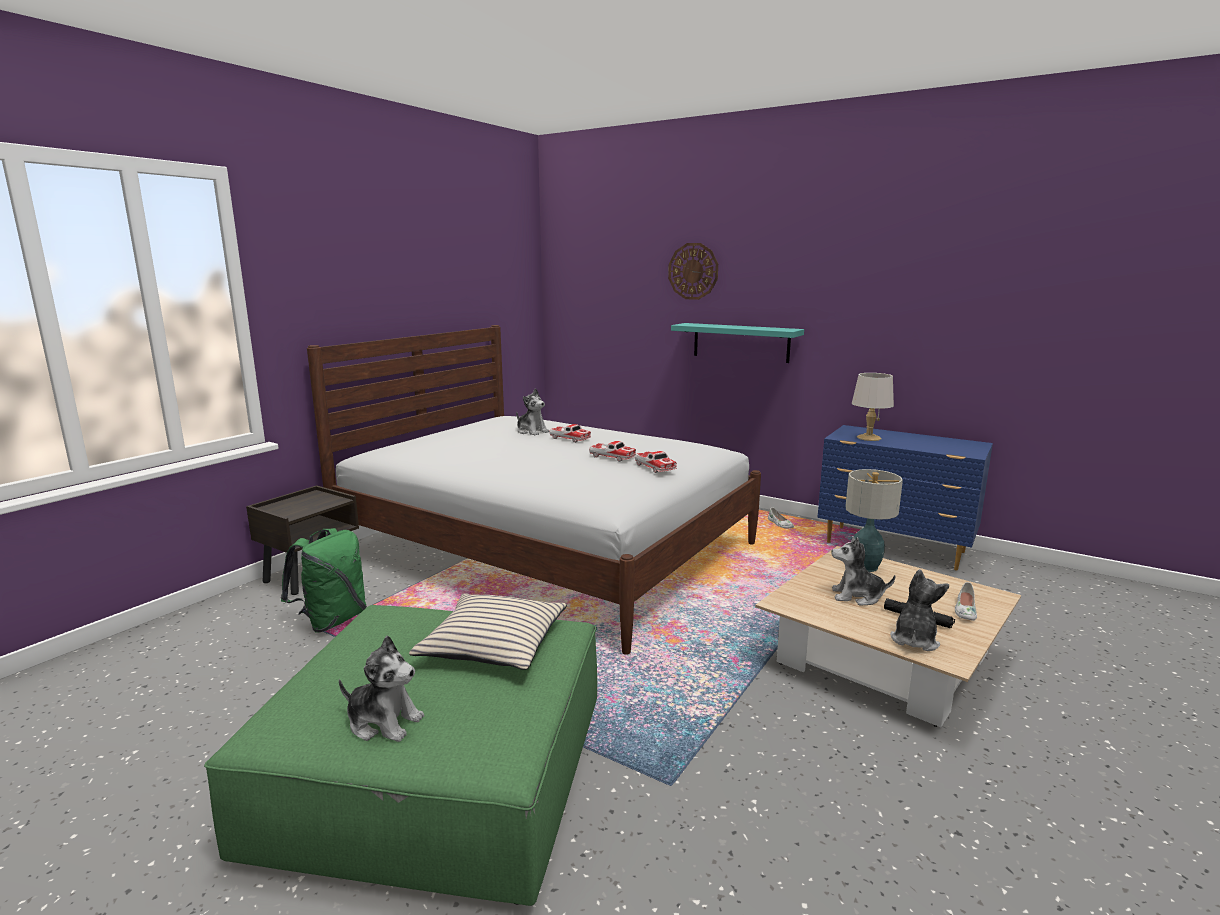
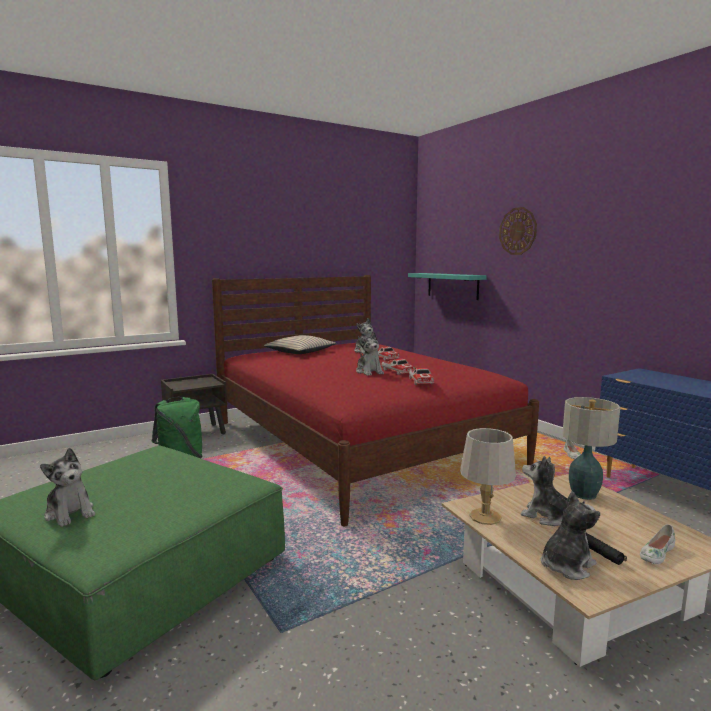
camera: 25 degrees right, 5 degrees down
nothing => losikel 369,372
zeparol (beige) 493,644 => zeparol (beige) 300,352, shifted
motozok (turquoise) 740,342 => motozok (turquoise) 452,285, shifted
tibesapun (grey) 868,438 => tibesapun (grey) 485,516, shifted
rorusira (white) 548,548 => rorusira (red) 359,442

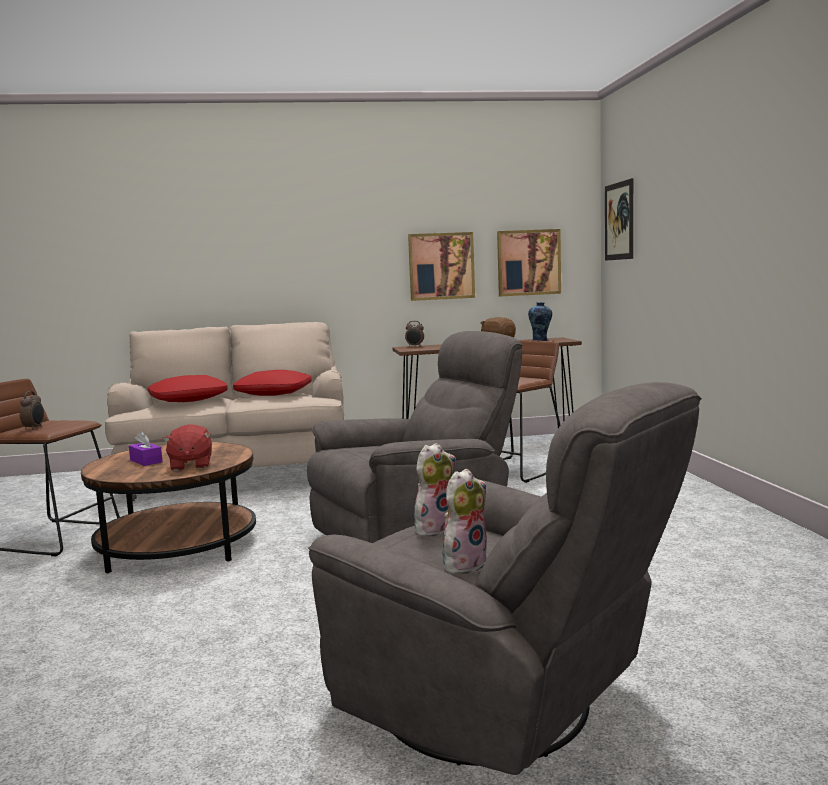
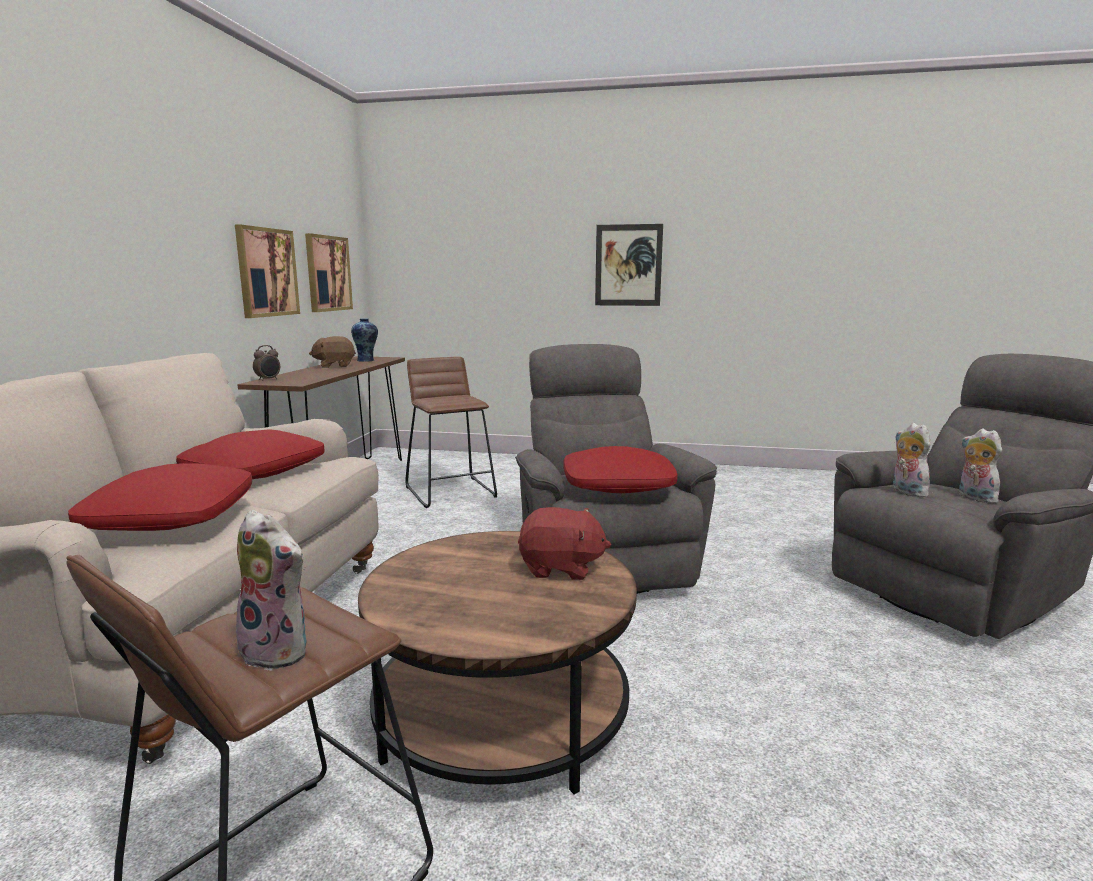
camera: 70 degrees left, 5 degrees up
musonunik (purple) 146,461 => nothing
nothing => zeparol (red) 618,484
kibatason 619,221 => kibatason 628,265, shifted
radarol 34,428 => losikel 280,650

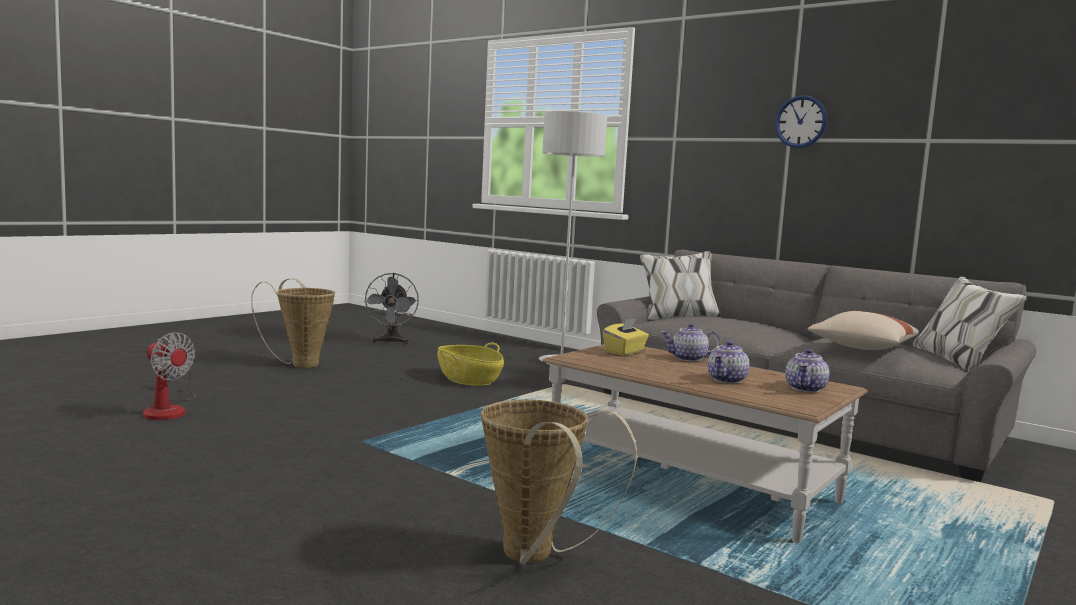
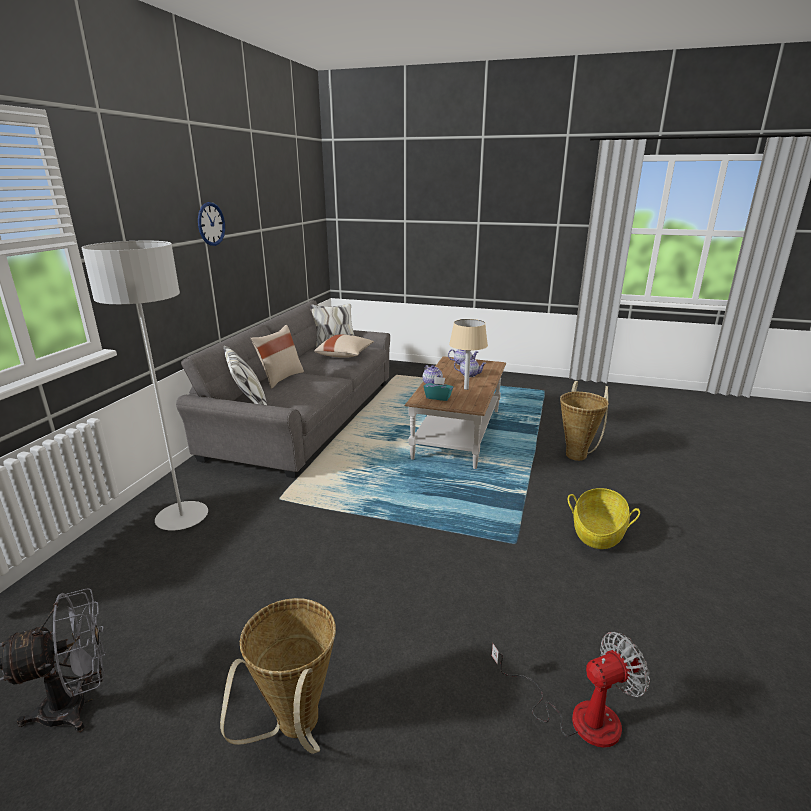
camera: 110 degrees left, 15 degrees up
nothing => zeparol (beige) 280,378
nothing => tibesapun (beige) 466,388
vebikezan 469,379 => vebikezan 598,532, shifted
musonunik (yellow) 625,352 => musonunik (turquoise) 438,397
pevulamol 168,410 => pevulamol 577,715, 60 degrees clockwise

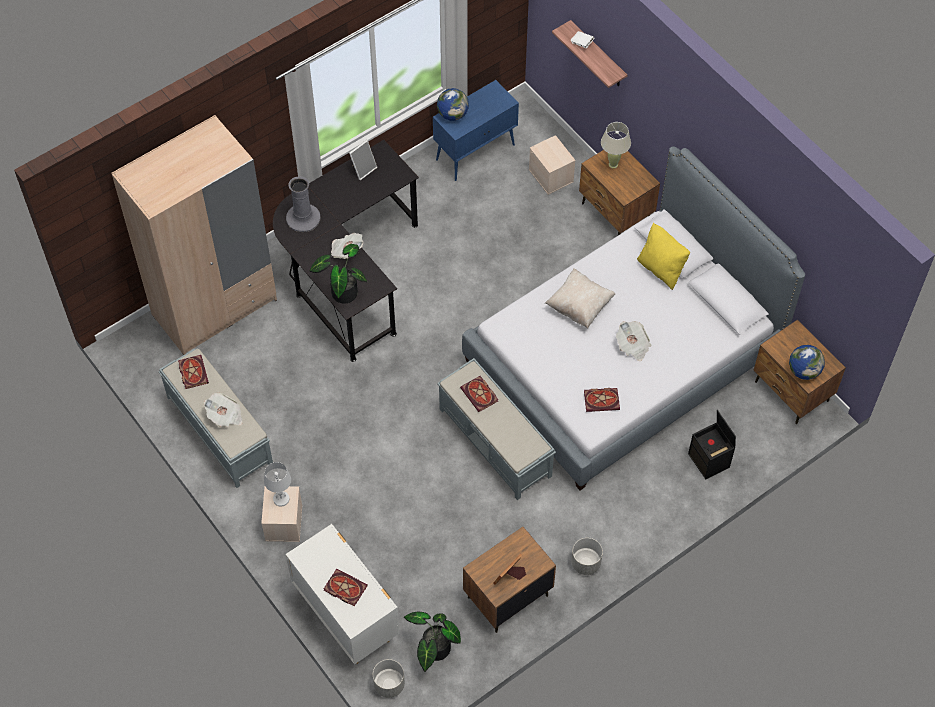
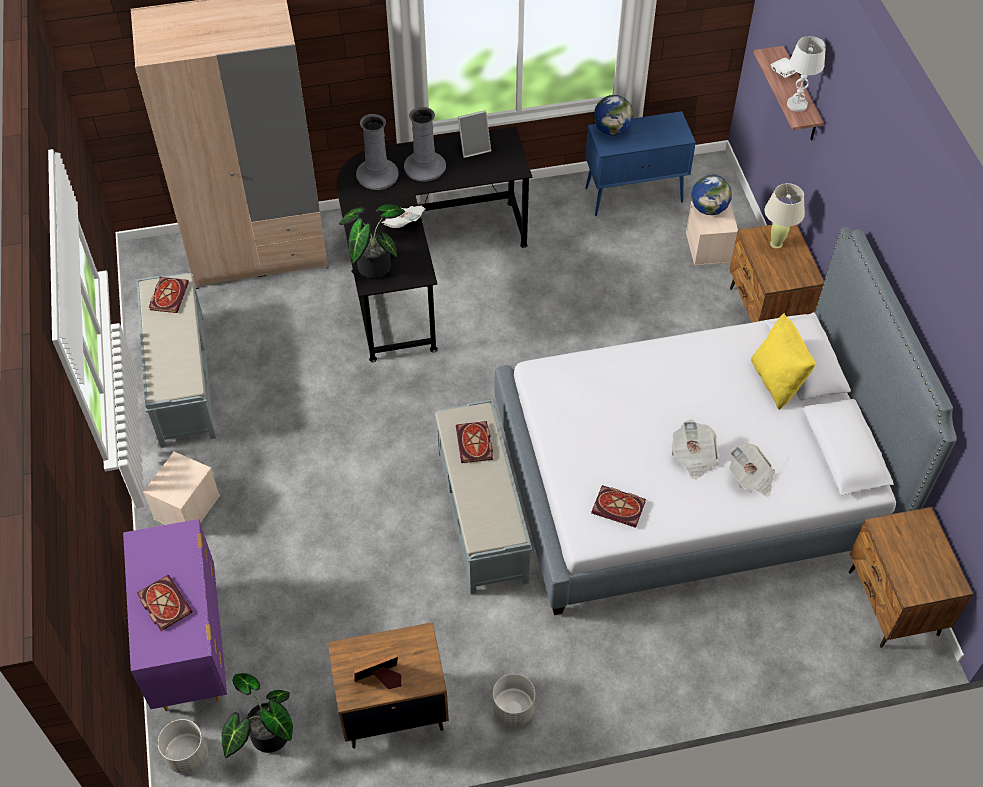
camera: 25 degrees right, 5 degrees down
zeparol (beige) 579,306 => nothing
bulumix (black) 709,461 => nothing
nothing => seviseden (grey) 425,166
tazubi 225,416 => tazubi 750,478, shifted
tibesapun (white) 281,499 => tibesapun (white) 796,104, shifted
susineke 803,371 => susineke 708,209, shifted
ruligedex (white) 346,615 => ruligedex (purple) 189,645

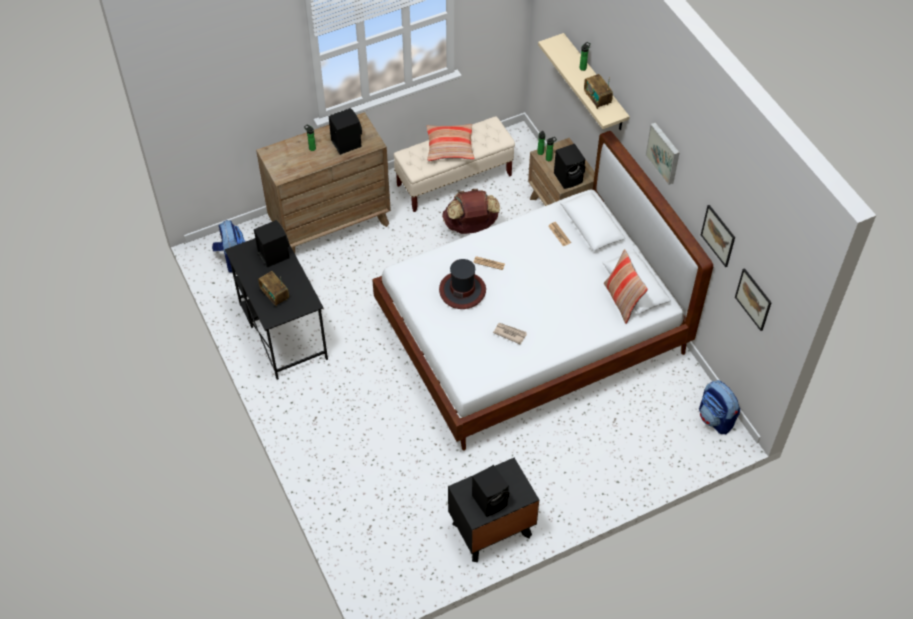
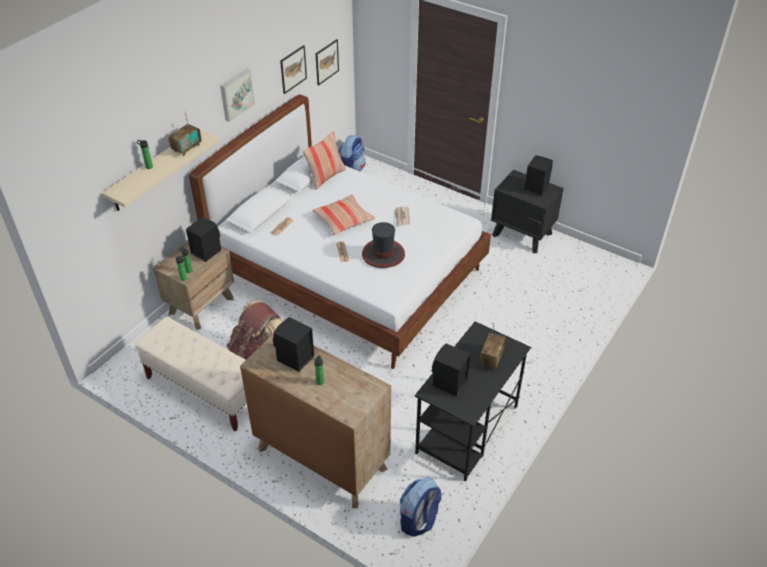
camera: 120 degrees left, 10 degrees down
zeparol 450,147 => zeparol 343,220, shifted

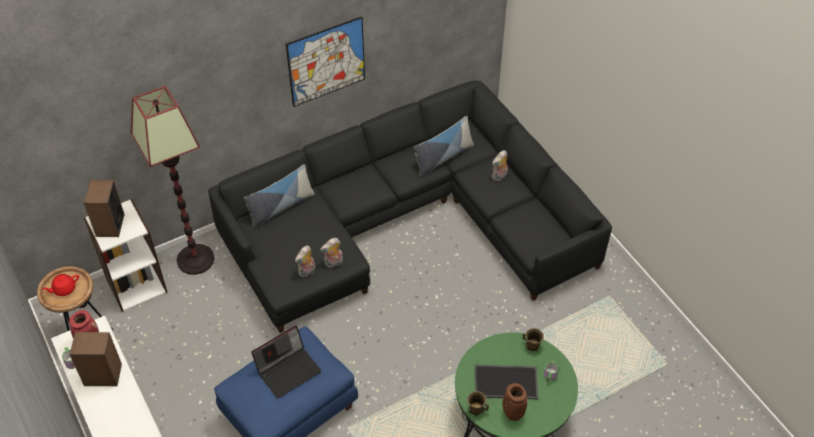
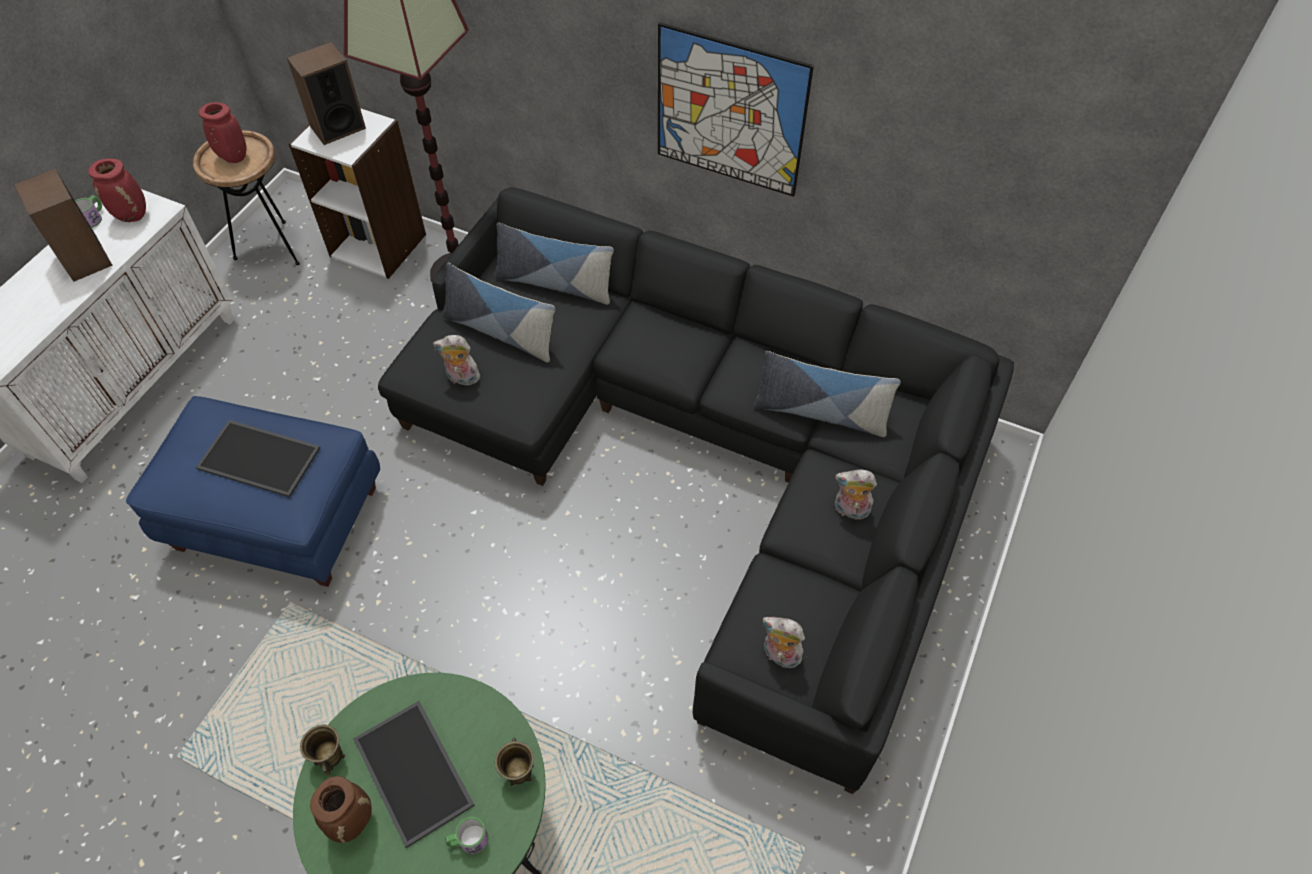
camera: 55 degrees right, 5 degrees up
nothing => zeparol 500,332
losikel 333,263 => losikel 779,656, shifted
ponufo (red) 64,289 => seviseden (red) 232,157
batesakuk 288,370 => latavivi 261,457

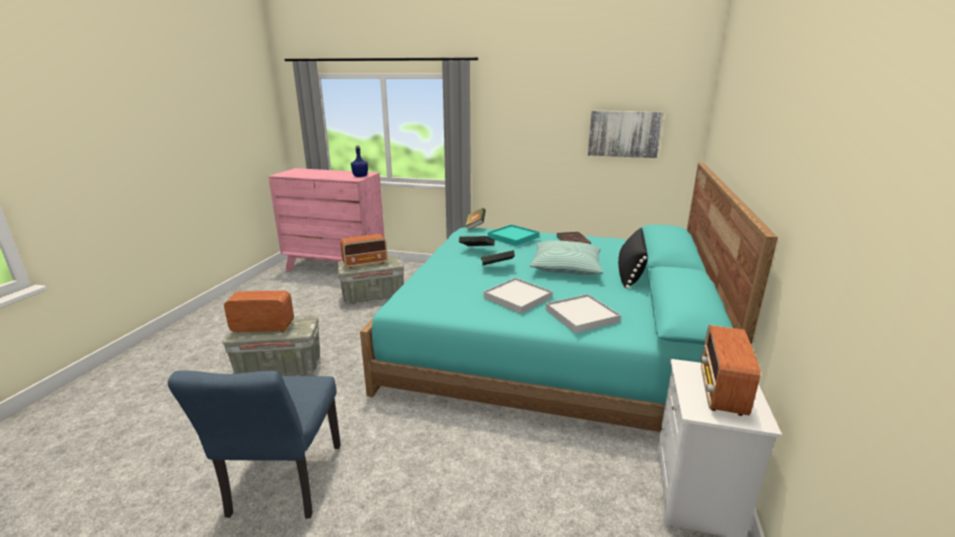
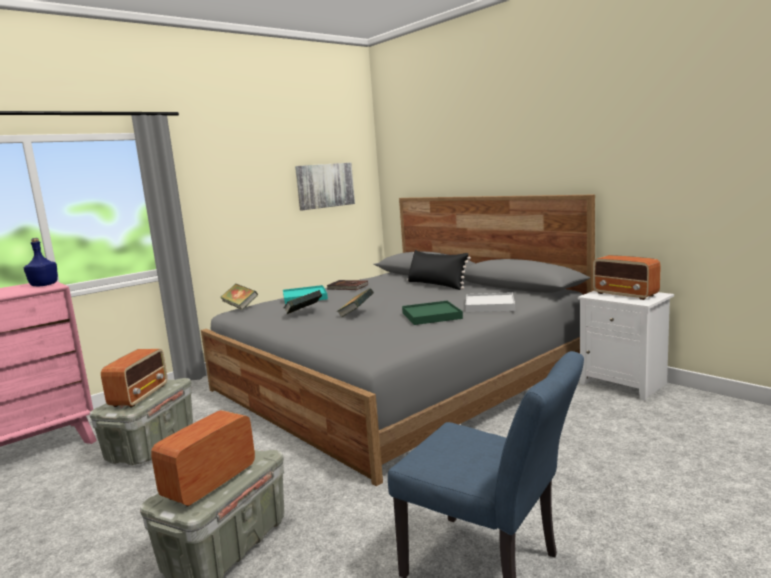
camera: 55 degrees left, 10 degrees down
zeparol 566,267 => nothing
rorusira (turquoise) 550,342 => rorusira (grey) 400,378
latavivi (white) 517,298 => latavivi (green) 431,316

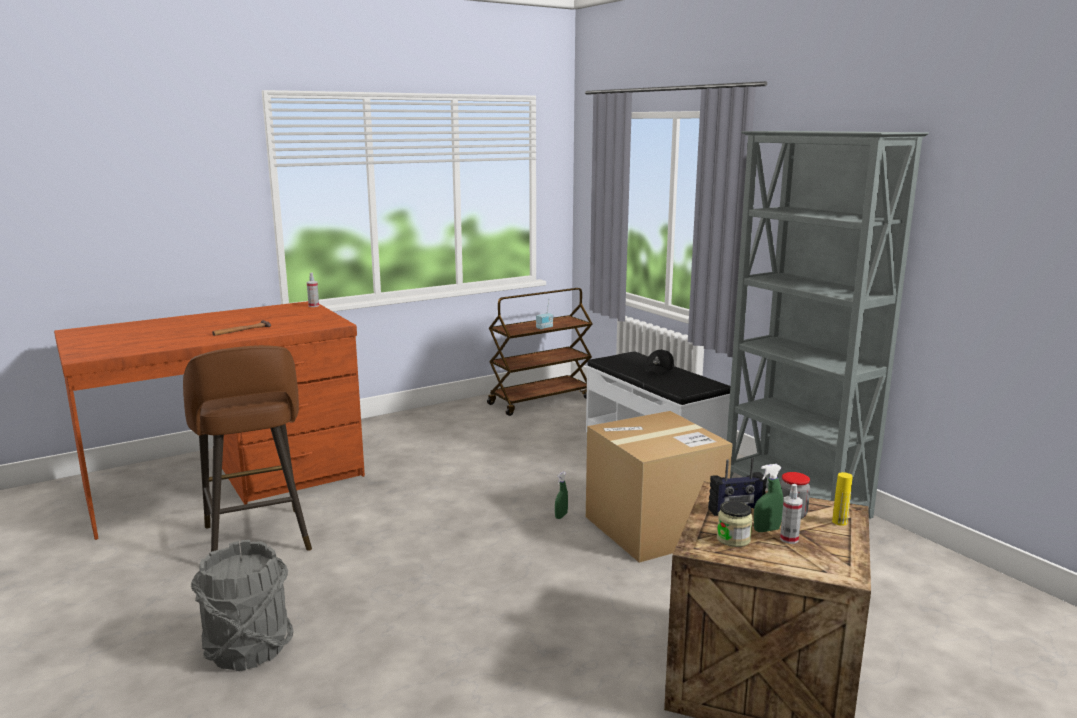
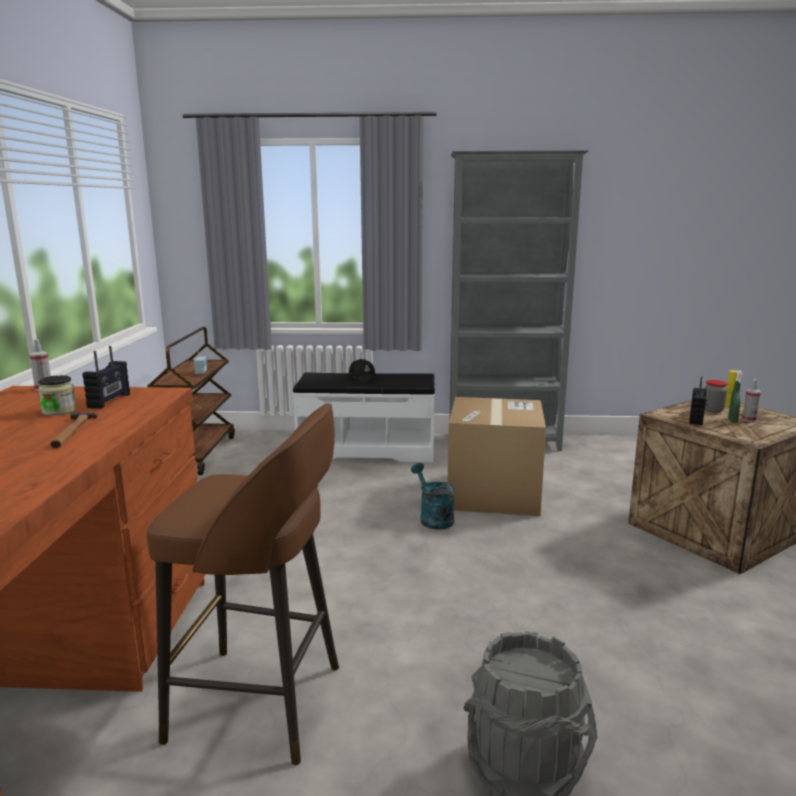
camera: 55 degrees left, 0 degrees up
nothing => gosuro 110,401
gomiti 733,539 => gomiti 59,411, shifted
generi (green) 561,516 => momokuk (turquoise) 433,518

